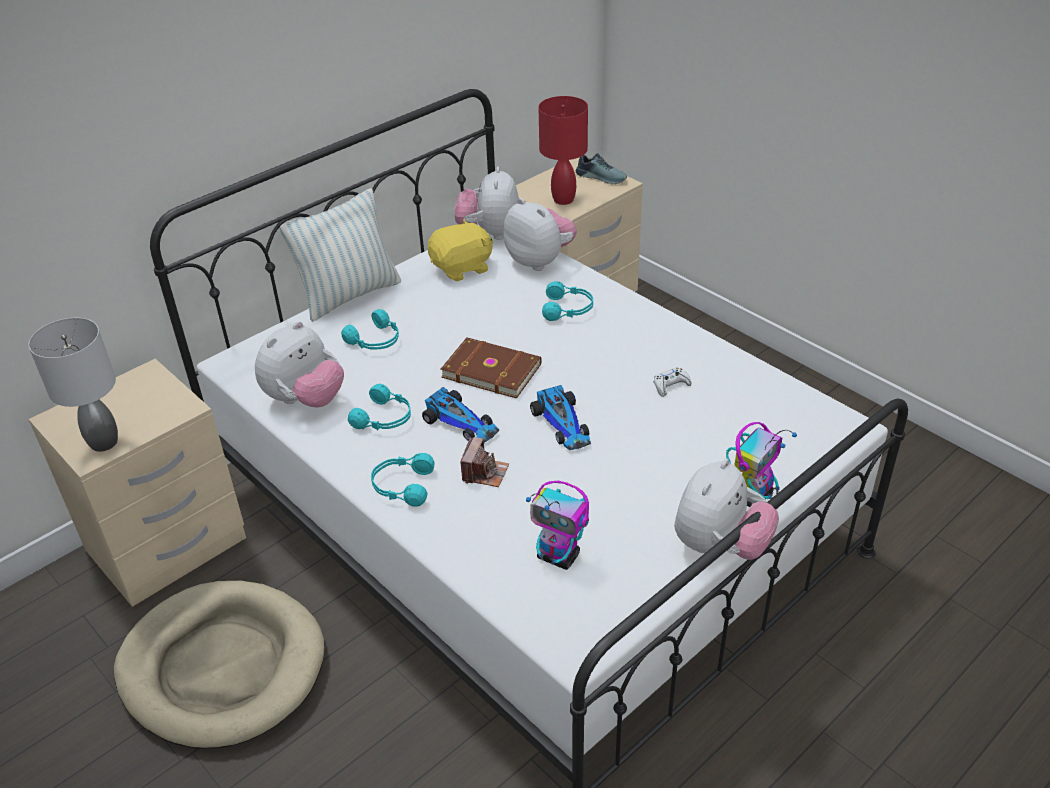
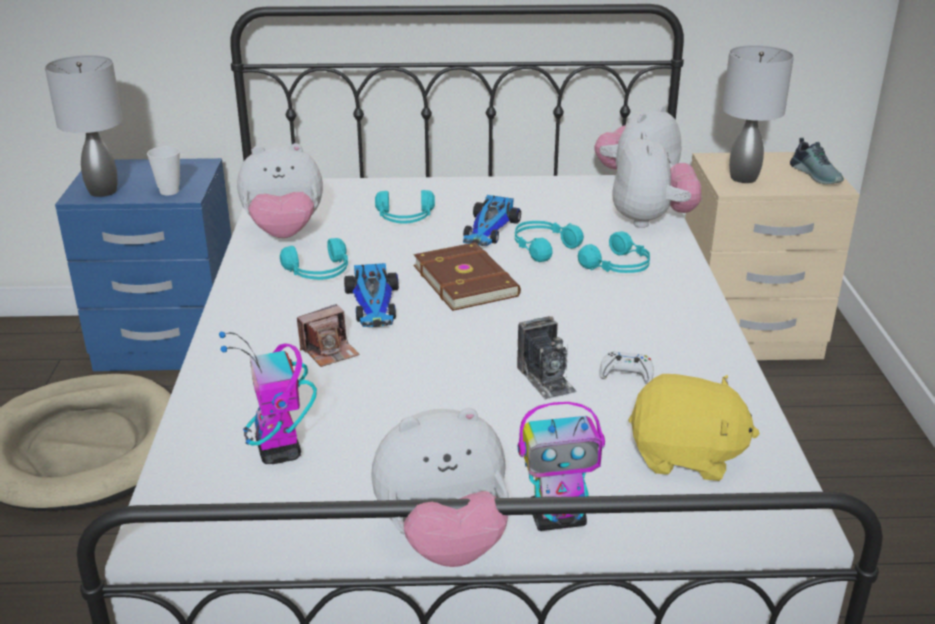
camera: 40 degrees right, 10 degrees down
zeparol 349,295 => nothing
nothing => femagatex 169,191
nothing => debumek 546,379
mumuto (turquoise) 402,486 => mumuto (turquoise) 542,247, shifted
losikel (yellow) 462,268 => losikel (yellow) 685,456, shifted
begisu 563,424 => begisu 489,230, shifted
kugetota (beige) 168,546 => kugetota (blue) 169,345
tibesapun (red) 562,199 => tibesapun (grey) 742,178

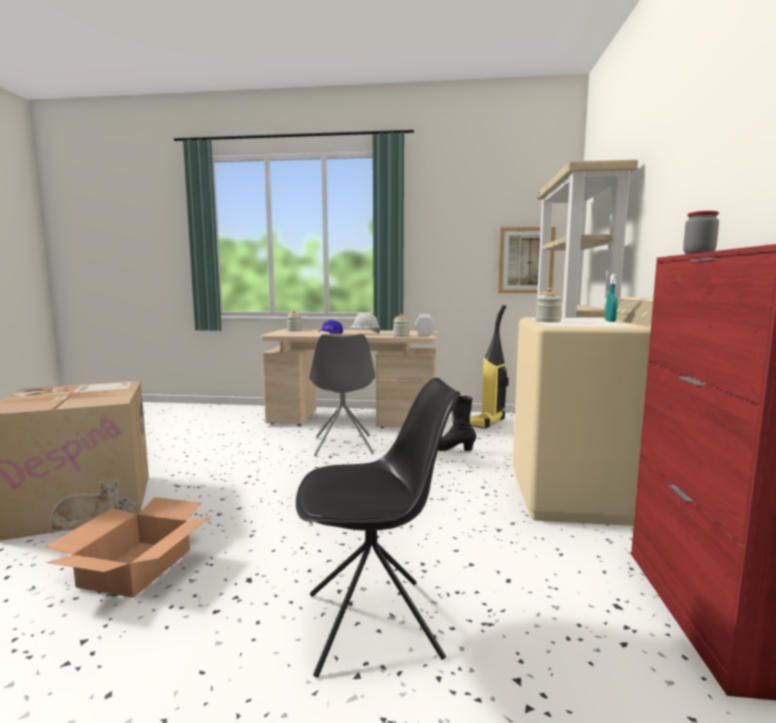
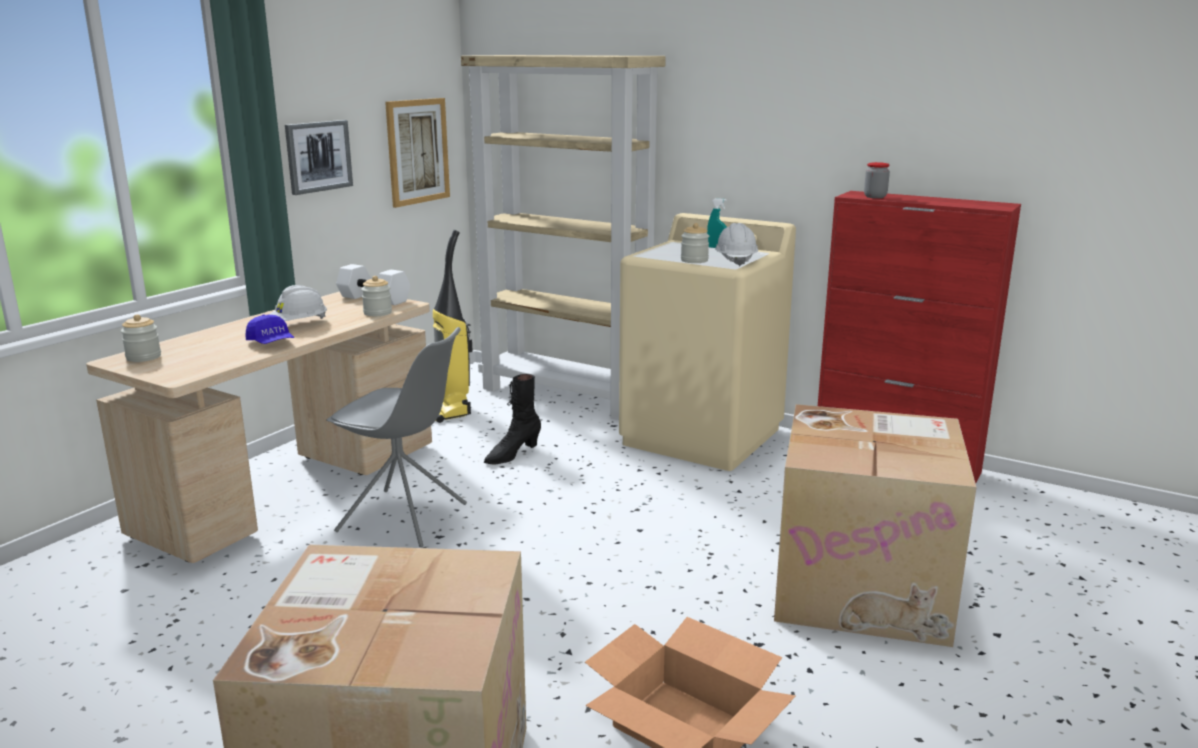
camera: 65 degrees left, 10 degrees up
nothing => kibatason 318,156
nothing => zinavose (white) 735,261
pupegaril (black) 375,624 => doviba 863,587

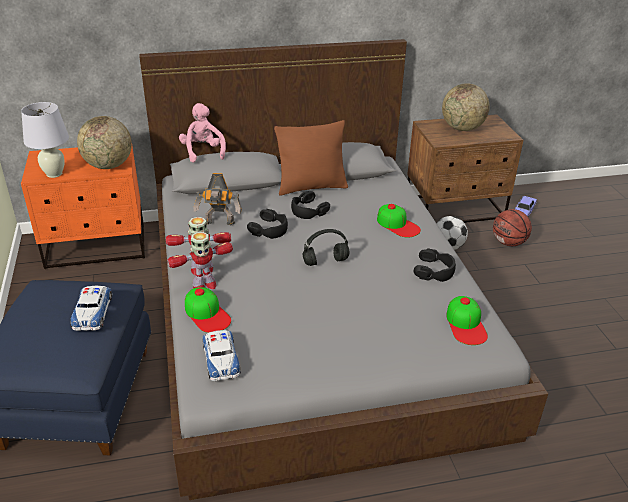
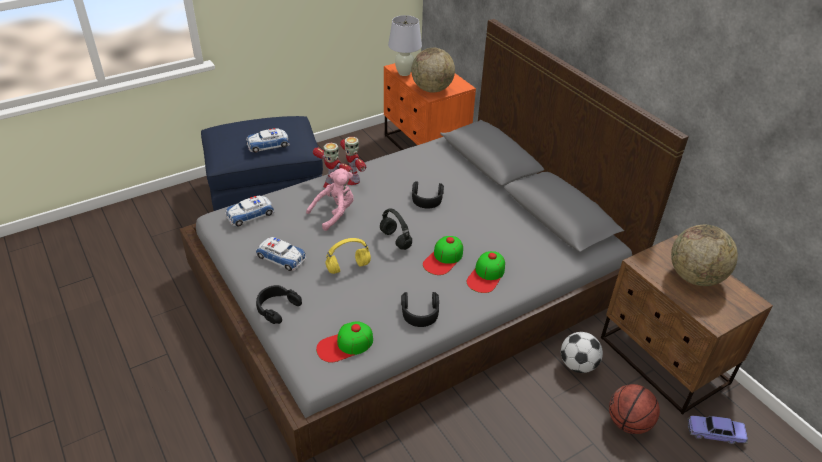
camera: 70 degrees right, 5 degrees up
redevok 219,223 => nothing
zeparol (brown) 311,187 => nothing
nothing => begisu 281,257
nothing => mumuto (yellow) 349,267
losikel (pink) 203,152 => losikel (pink) 335,213, shifted
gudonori 207,314 => gudonori 443,259, shifted
mumuto (black) 308,210 => mumuto (black) 277,307, shifted

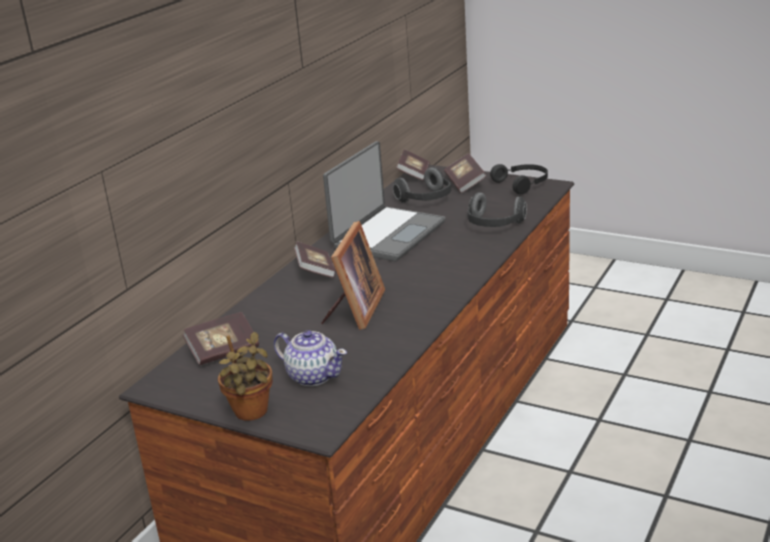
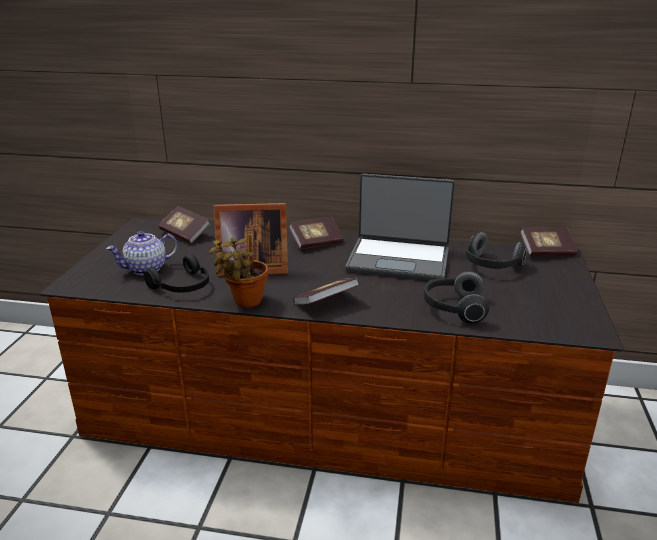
camera: 70 degrees right, 0 degrees up
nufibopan 251,413 => nufibopan 244,301, shifted
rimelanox 465,183 => rimelanox 326,303, shifted
mumuto (black) 523,184 => mumuto (black) 183,286, shifted
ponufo 313,376 => ponufo 146,269, 45 degrees clockwise

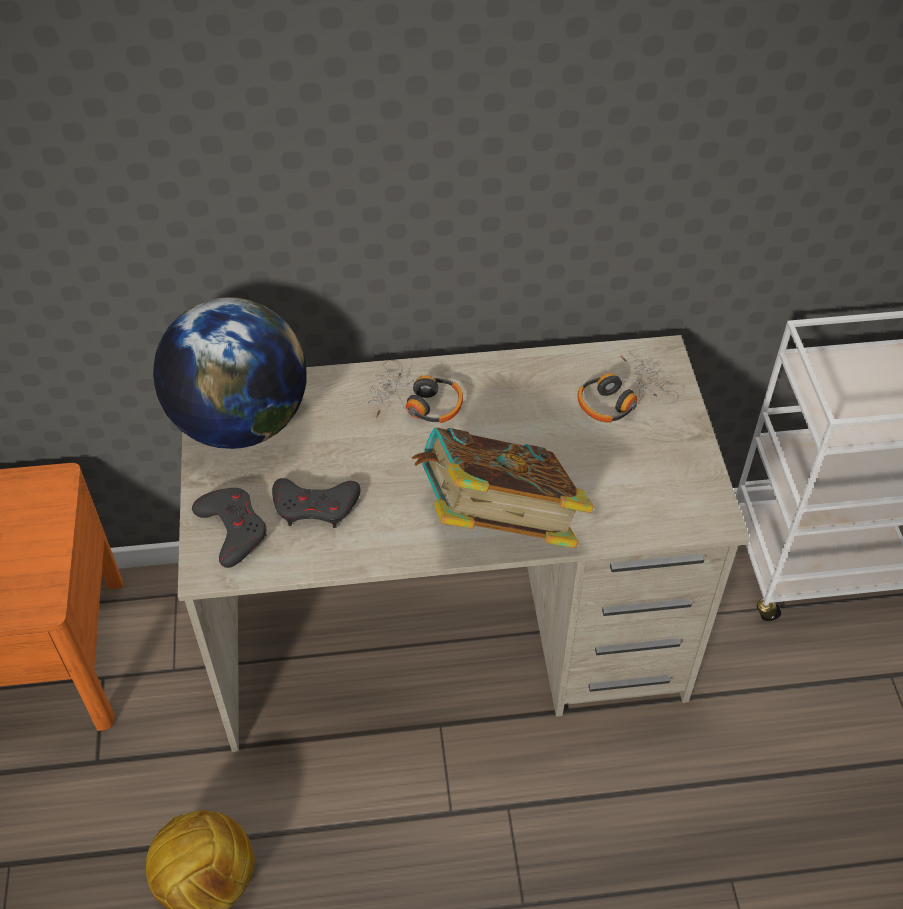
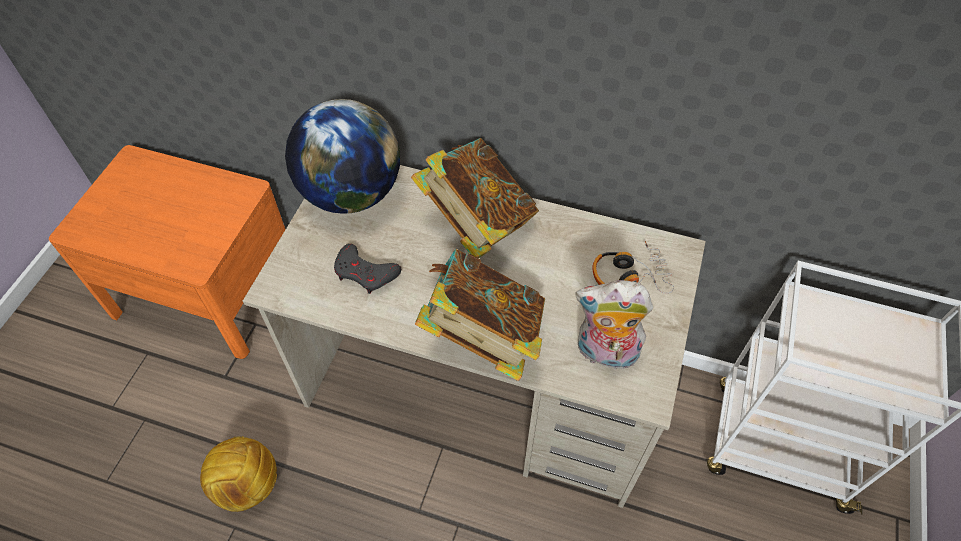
camera: 25 degrees right, 5 degrees up
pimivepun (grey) 232,529 => nothing
nothing => losikel 605,353
mumuto 416,403 => rimelanox 476,222

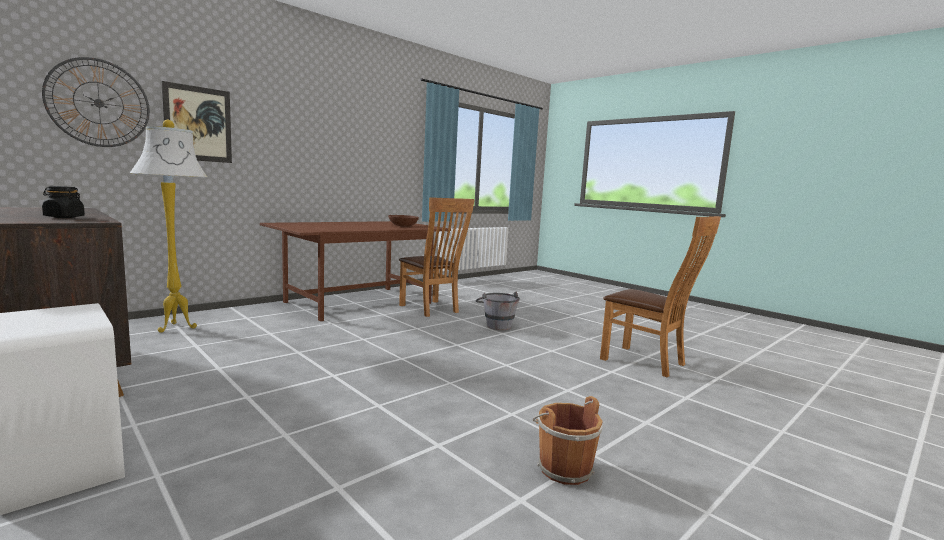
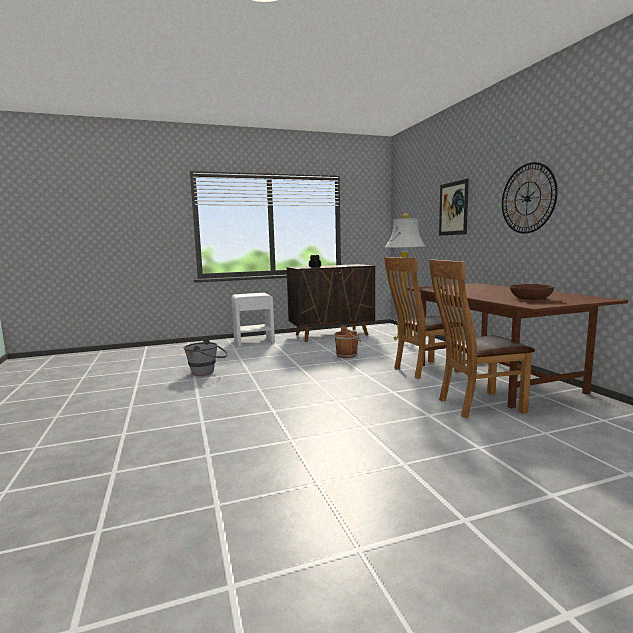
camera: 115 degrees right, 0 degrees up
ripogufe 99,103 => ripogufe 527,198, shifted
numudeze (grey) 496,325 => numudeze (grey) 207,372, shifted
numudeze (brown) 562,468 => numudeze (brown) 347,355, shifted
pupegaril (brown) 648,362 => pupegaril (brown) 422,370, shifted

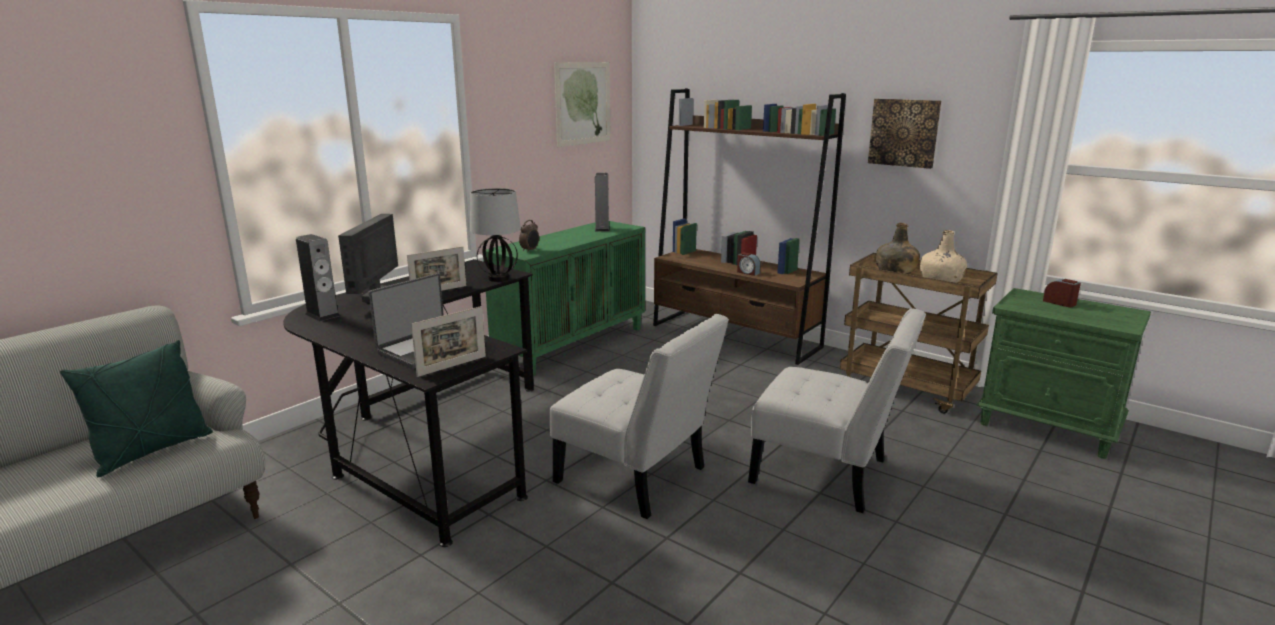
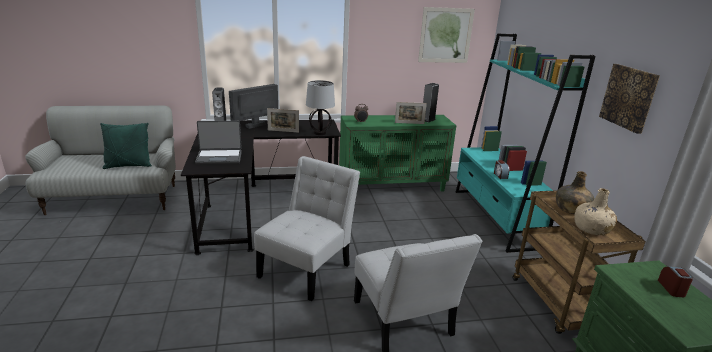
camera: 40 degrees right, 5 degrees up
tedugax 452,366 => tedugax 409,123, shifted
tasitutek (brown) 735,336 => tasitutek (turquoise) 496,218
pupegaril (white) 637,478 => pupegaril (white) 308,268, 135 degrees counterclockwise

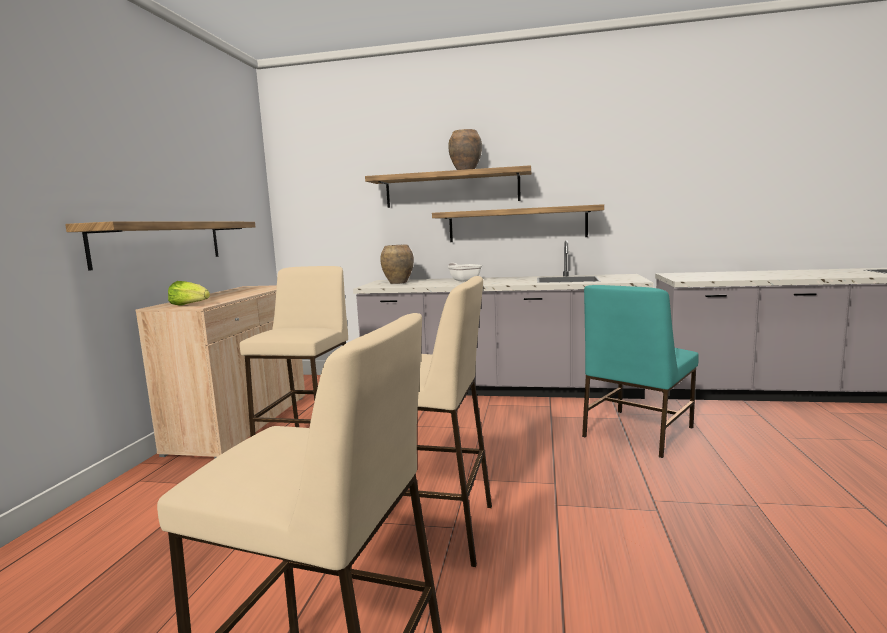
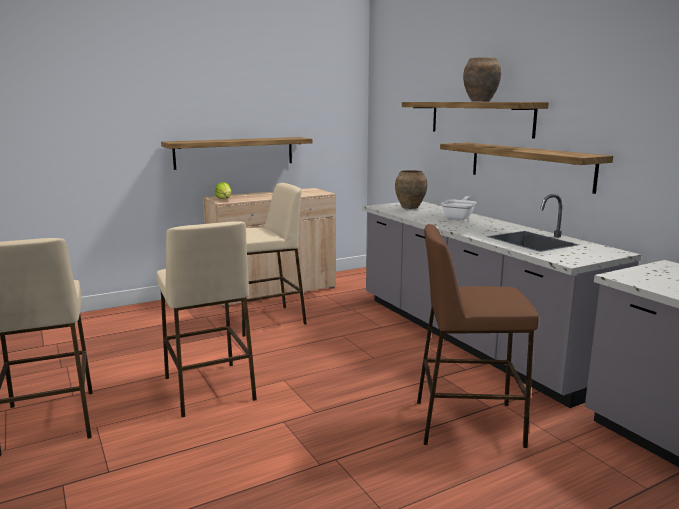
camera: 50 degrees right, 5 degrees up
pupegaril (turquoise) 636,432 => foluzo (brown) 467,423

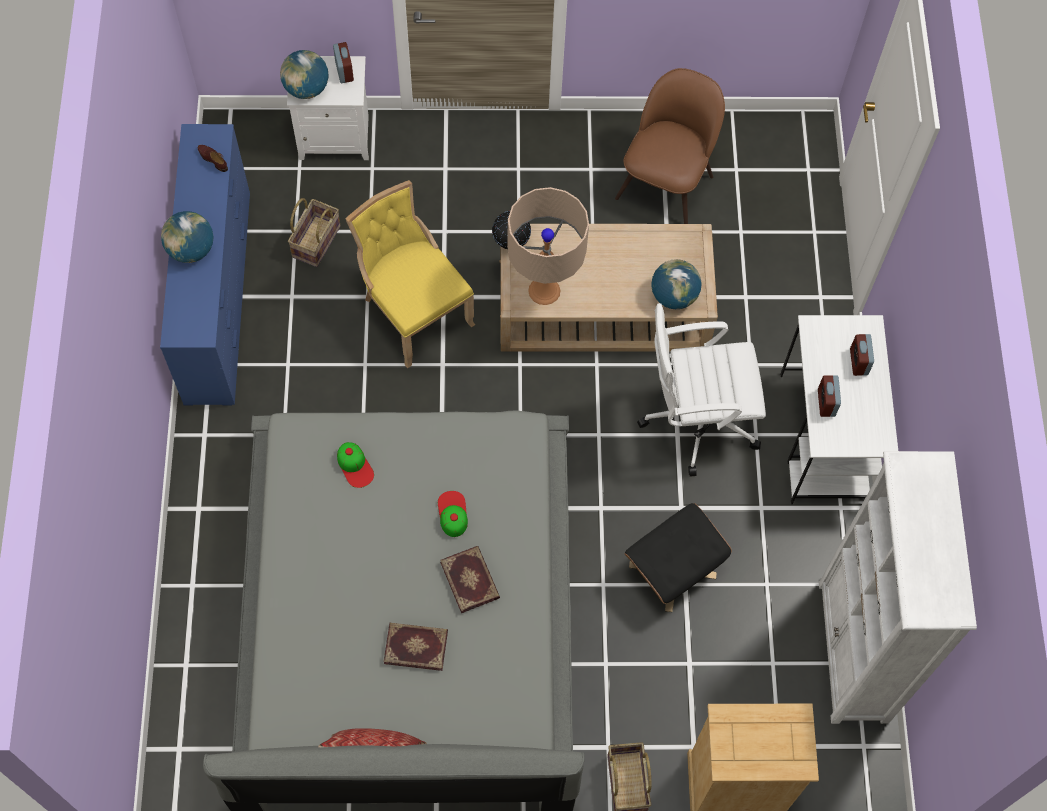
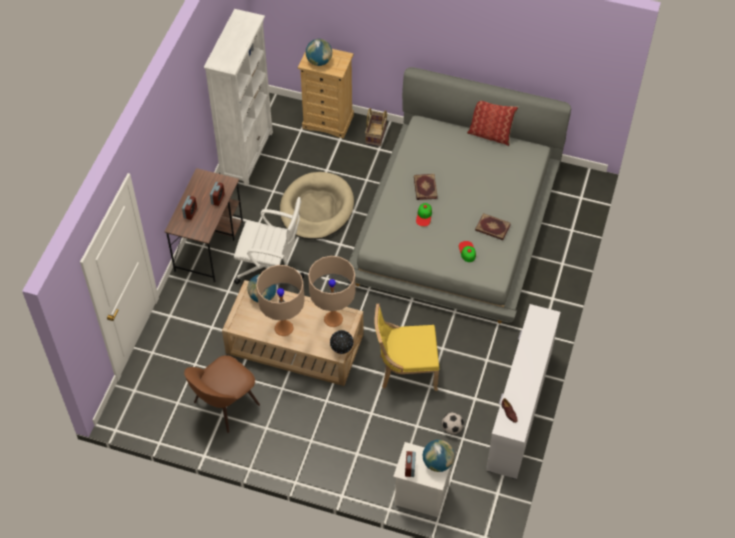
camera: 160 degrees left, 10 degrees down
nothing => tibesapun (beige) 284,328
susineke 191,250 => susineke 319,61, shifted
rimelanox 416,646 => rimelanox 492,228, shifted
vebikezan 315,241 => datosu 452,428
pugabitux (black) 672,569 => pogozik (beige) 316,208
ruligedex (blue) 218,296 => ruligedex (white) 519,410
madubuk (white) 824,438 => madubuk (brown) 209,245
pupegaril (yellow) 413,311 => pupegaril (yellow) 405,370, 105 degrees clockwise

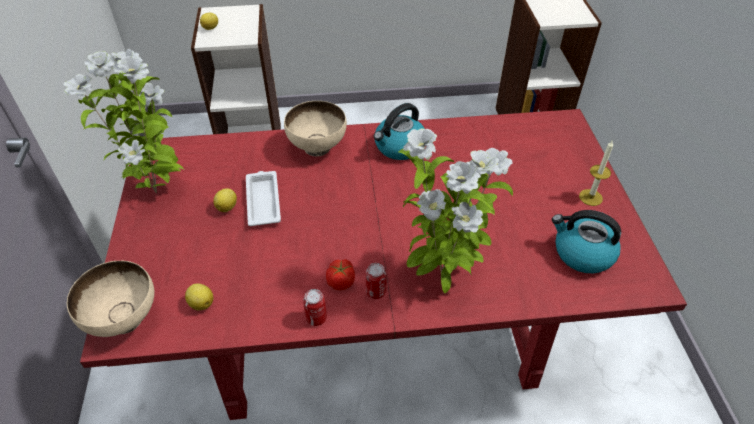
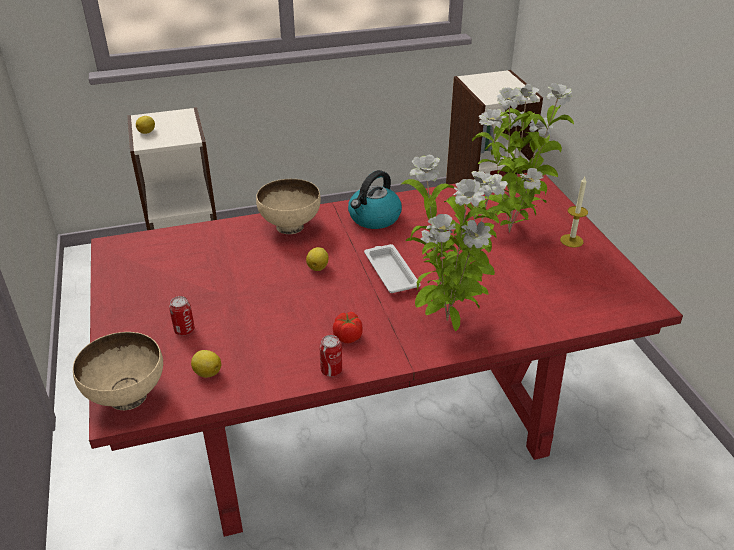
camera: 10 degrees left, 10 degrees down
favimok 582,253 => nothing
nufibopan 157,191 => nufibopan 509,230, shifted
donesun 227,207 => donesun 318,267, shifted
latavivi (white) 263,200 => latavivi (white) 390,272, shifted
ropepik 376,292 => ropepik 184,330, shifted

